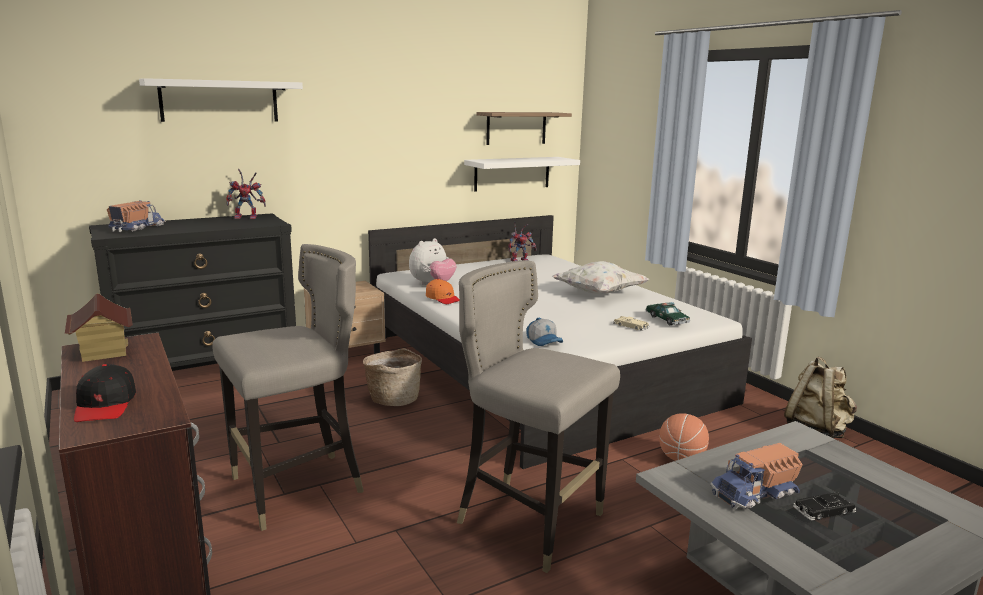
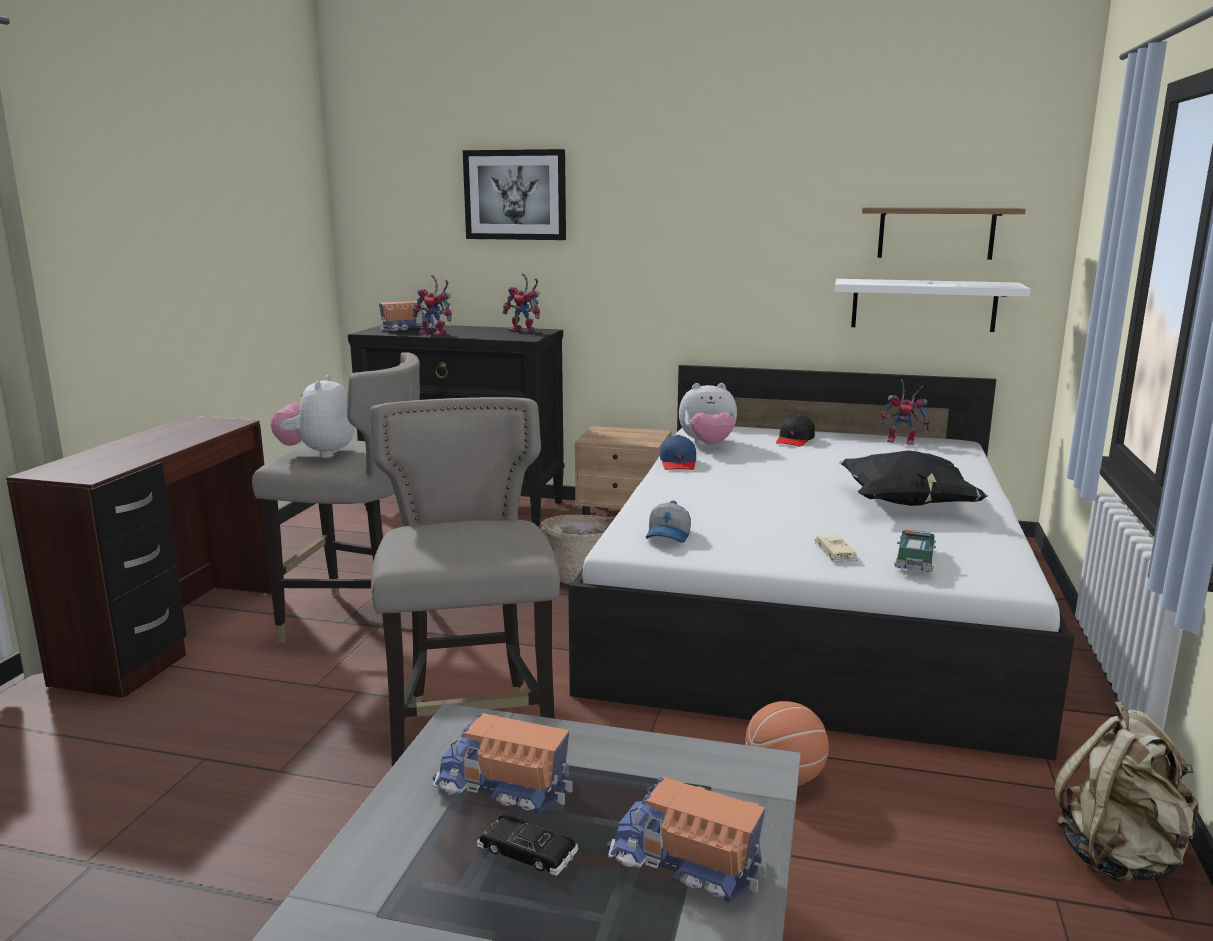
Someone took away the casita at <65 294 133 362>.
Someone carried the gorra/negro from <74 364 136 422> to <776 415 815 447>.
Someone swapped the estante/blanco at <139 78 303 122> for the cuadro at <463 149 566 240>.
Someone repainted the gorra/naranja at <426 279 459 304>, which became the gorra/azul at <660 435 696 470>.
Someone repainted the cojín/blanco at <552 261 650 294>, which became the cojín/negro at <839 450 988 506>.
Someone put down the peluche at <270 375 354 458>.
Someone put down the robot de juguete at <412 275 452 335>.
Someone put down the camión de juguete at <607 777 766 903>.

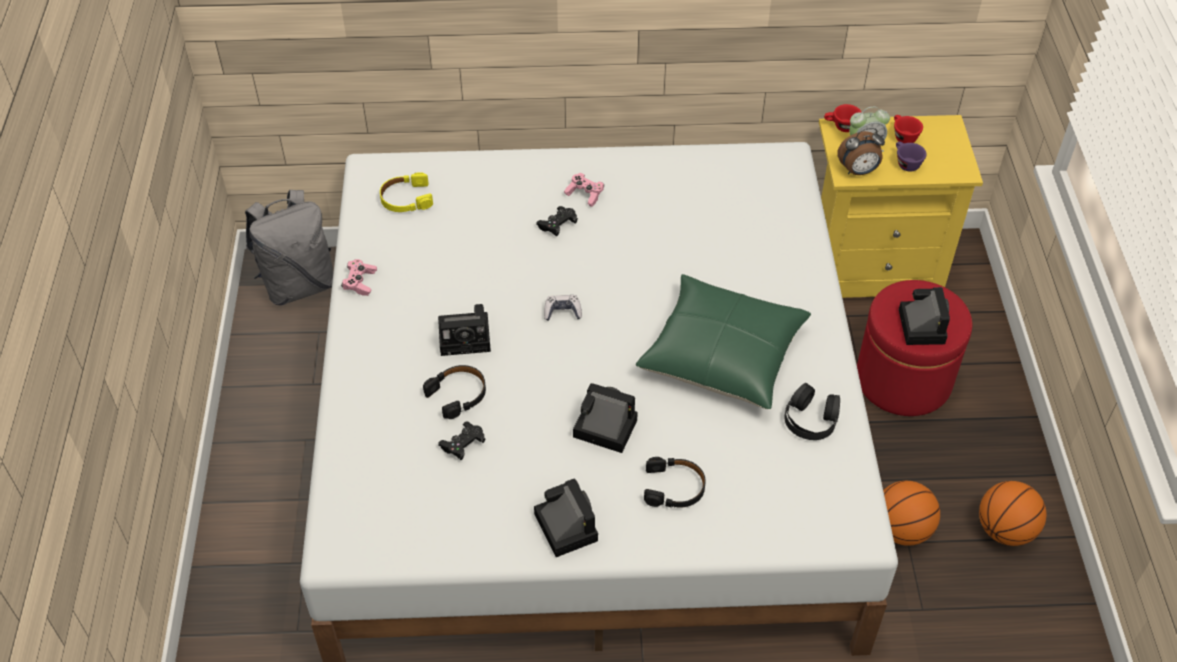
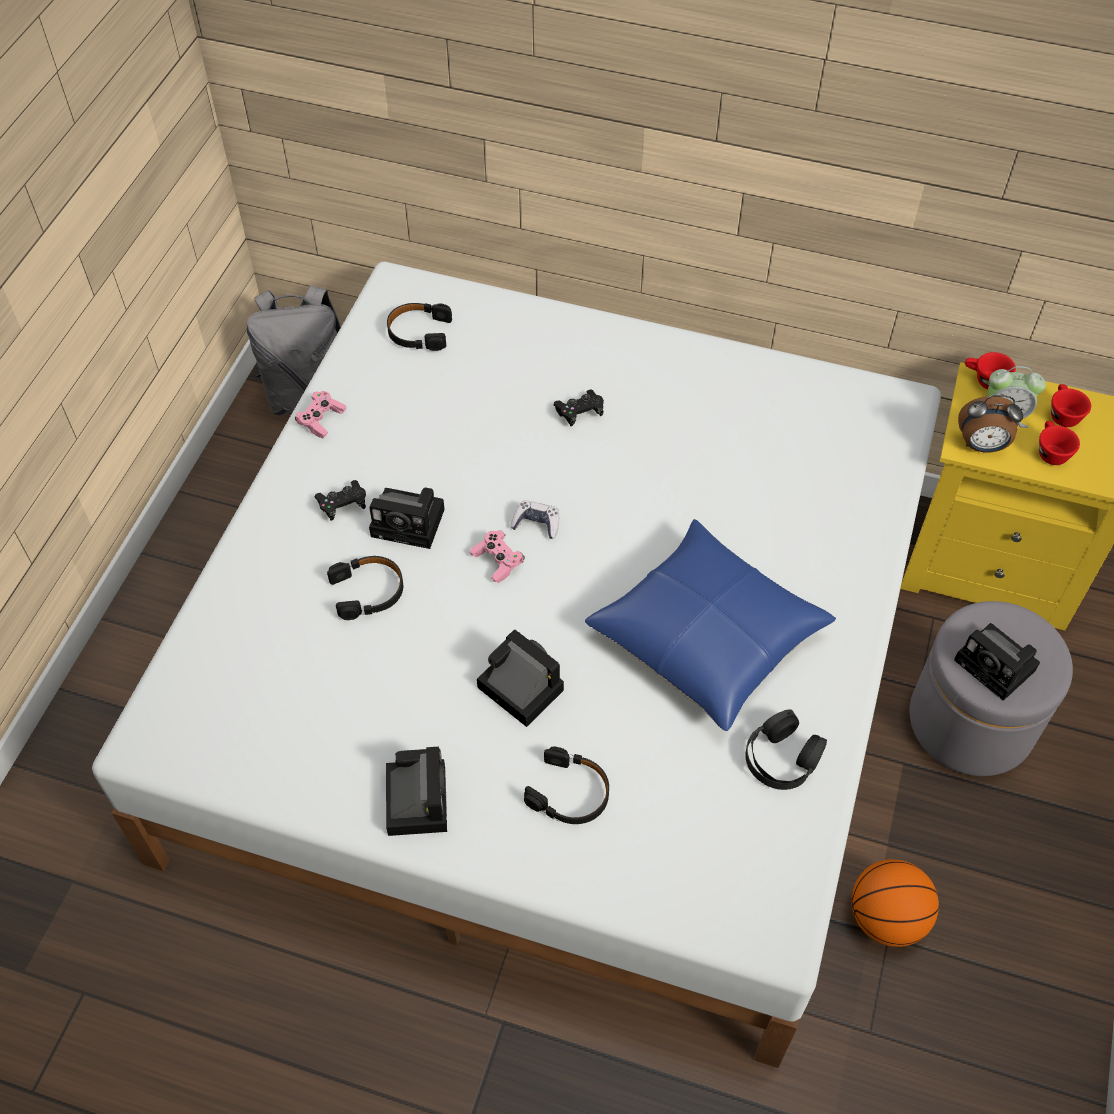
Someone repainted the auriculares/amarillo at <380 172 433 212>, which became the auriculares/negro at <387 303 452 351>.
Someone carried the mando de consola/negro from <438 421 486 460> to <315 480 366 521>.
Someone carried the mando de consola/rosa from <564 173 604 207> to <470 530 524 583>.
Someone repainted the cojín/verde at <636 274 811 409>, which became the cojín/azul at <585 519 836 731>.
Someone repainted the puf/rojo at <857 280 972 416>, which became the puf/gris at <909 601 1073 776>.
Someone repainted the taza/morado at <896 142 927 172>, which became the taza/rojo at <1039 421 1080 465>.
Someone rotated the cámara at <899 287 950 345> by 120 degrees clockwise.
Someone took away the balón de baloncesto at <979 481 1046 546>.

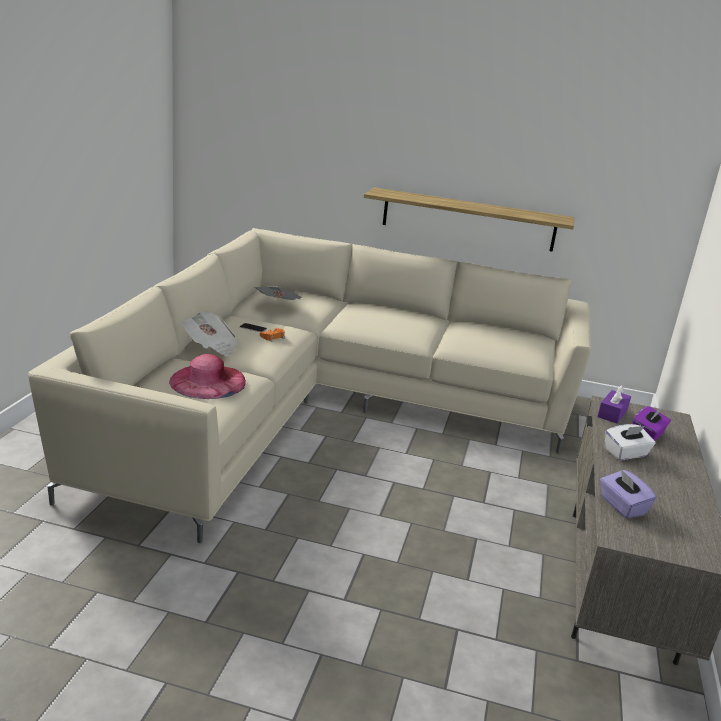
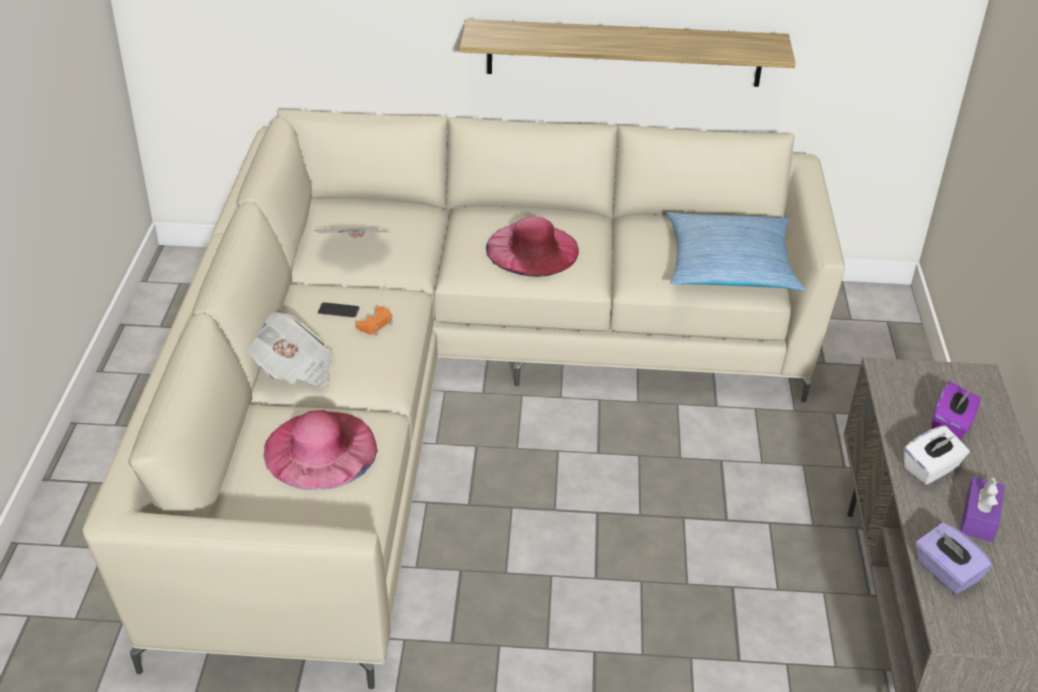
Someone carried the caja de pañuelos/morado from <597 385 631 423> to <961 476 1005 542>.
Someone put down the sombrero/rosa at <486 216 579 277>.
Someone put down the cojín at <666 212 805 290>.

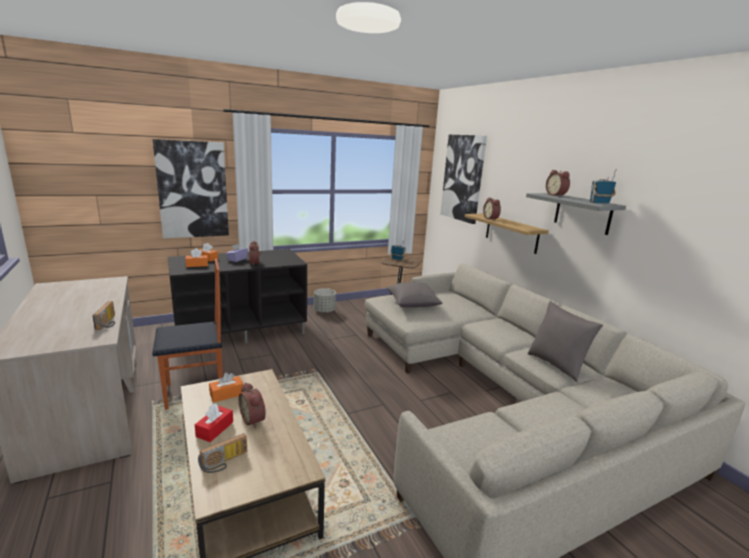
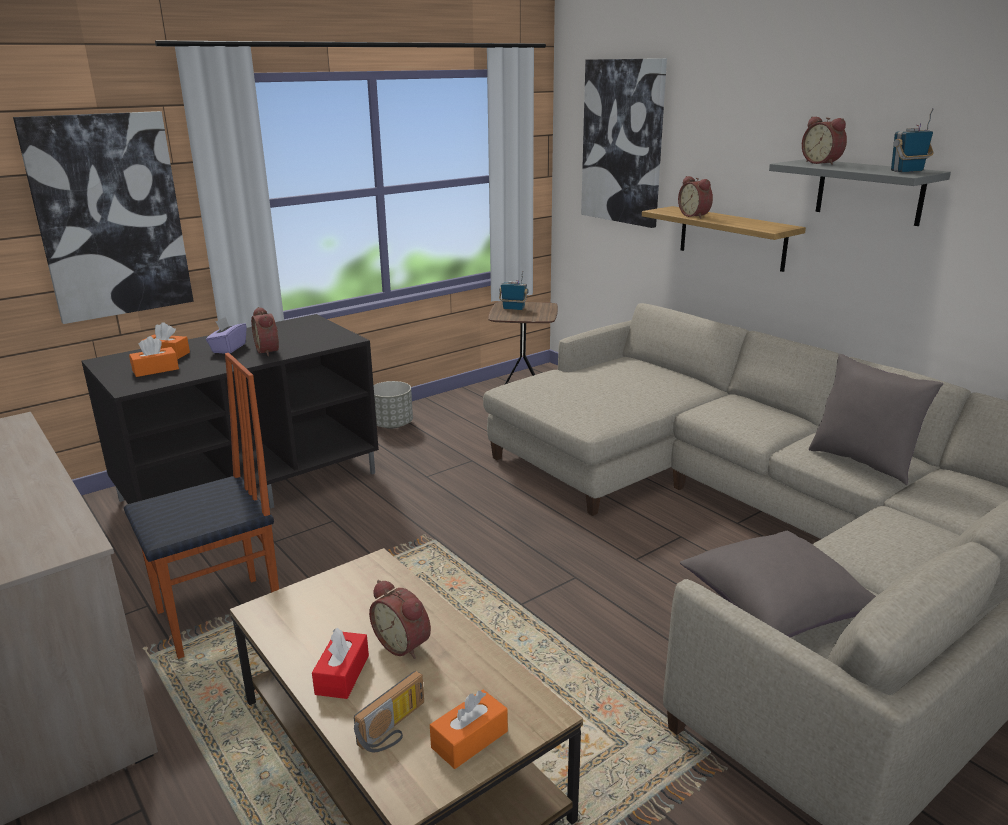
Someone took away the radio at <92 301 115 330>.
Someone carried the caja de pañuelos/naranja from <209 373 244 403> to <430 690 508 769>.
Someone carried the cojín/gris from <387 282 442 308> to <680 531 876 637>.

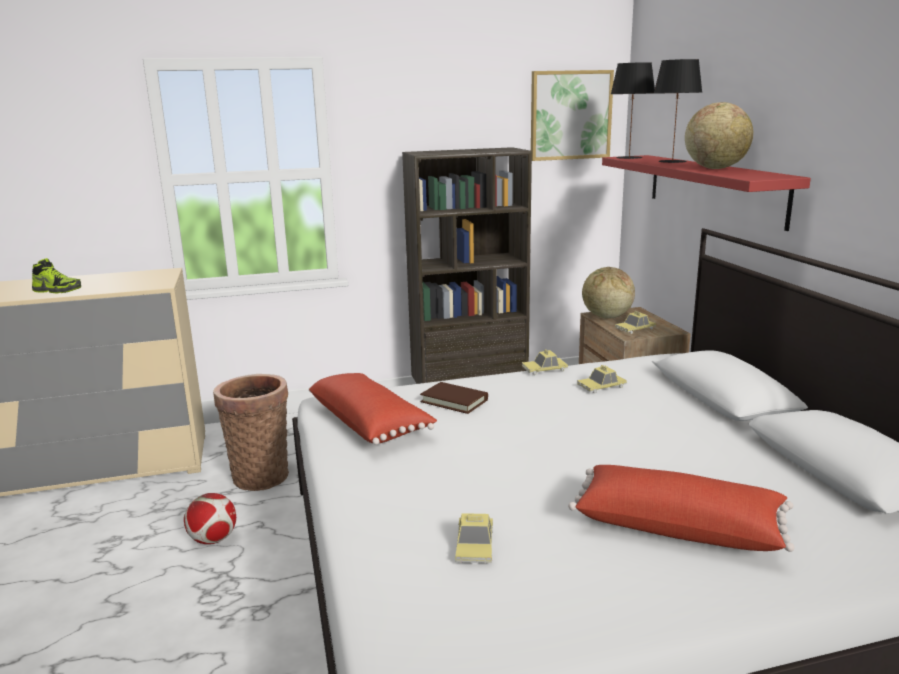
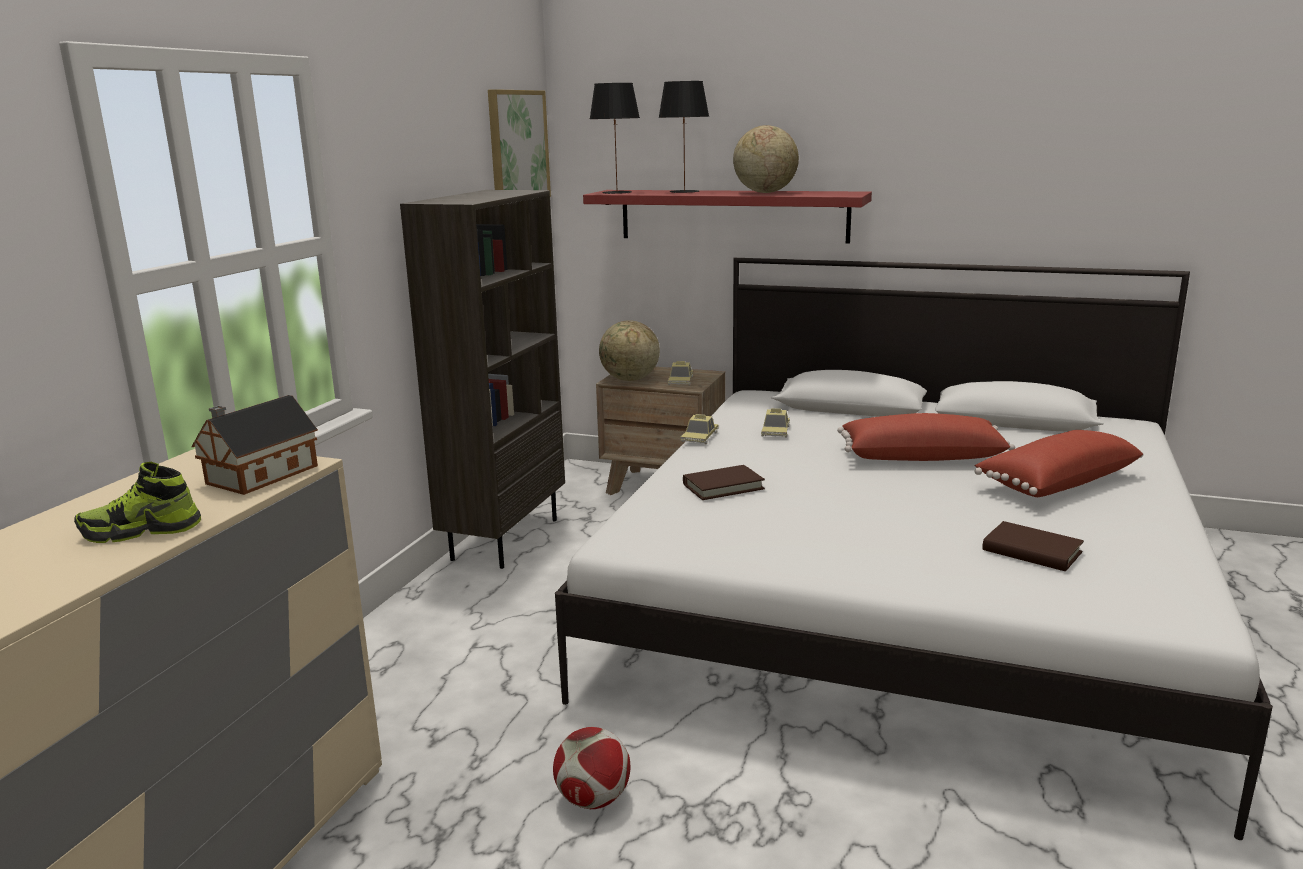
Someone rotated the zapato at <32 258 81 294> by 150 degrees counterclockwise.
Someone took away the cesta at <213 374 289 491>.
Someone carried the cojín/rojo from <309 373 437 445> to <837 413 1015 461>.
Someone swapped the coche de juguete at <455 513 493 564> for the libro/marrón at <982 521 1084 571>.
Someone put down the casita at <191 395 318 495>.

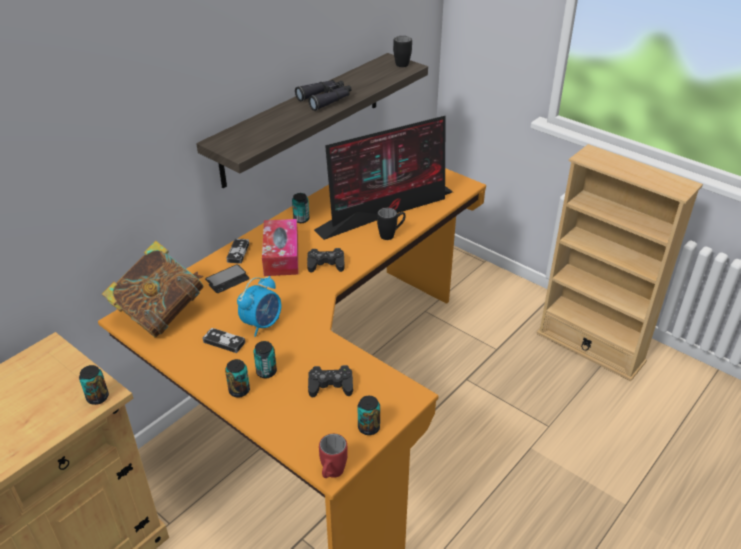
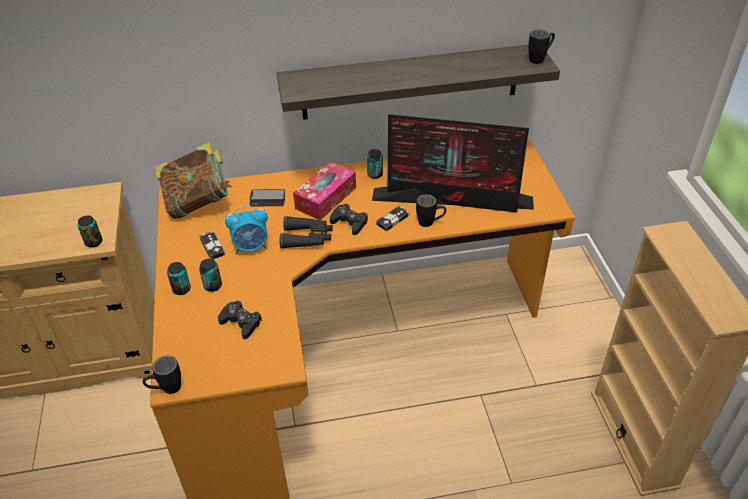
Someone carried the mando de consola from <226 238 249 264> to <376 205 409 231>.
Someone carried the prismáticos/negro from <295 80 351 111> to <279 216 333 249>.
Someone repainted the taza grande/rojo at <319 434 348 478>, which became the taza grande/negro at <143 356 181 394>.
Someone took away the lata at <358 396 380 435>.

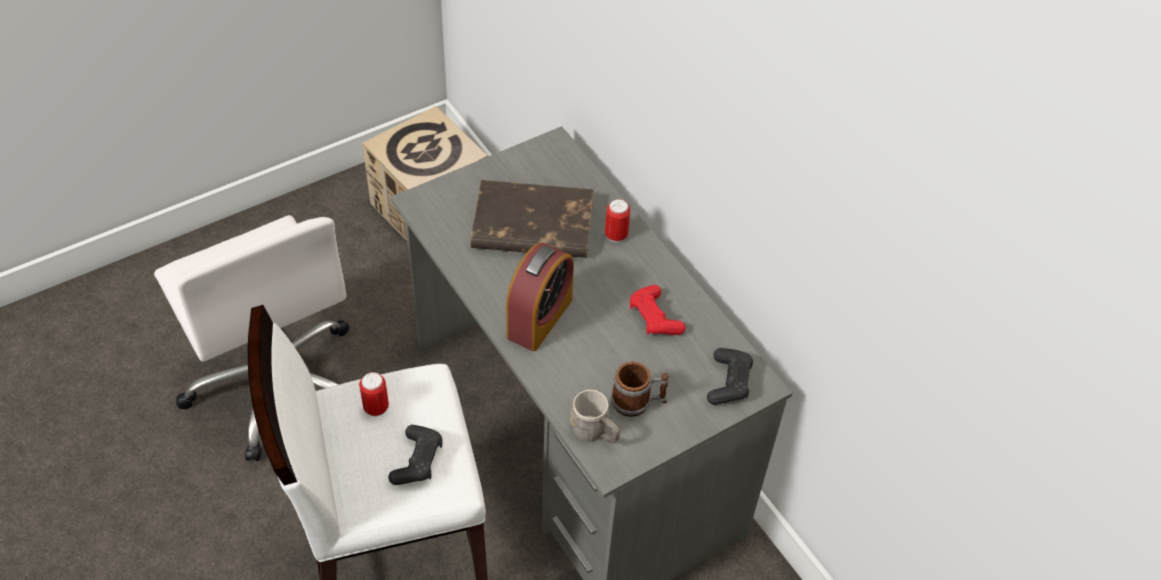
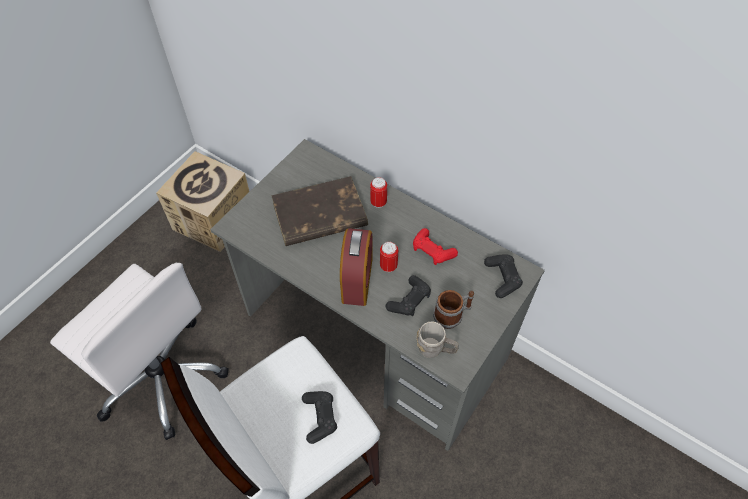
Someone carried the lata from <359 372 389 416> to <380 242 398 272>.
Someone put down the mando de consola/negro at <386 275 431 316>.

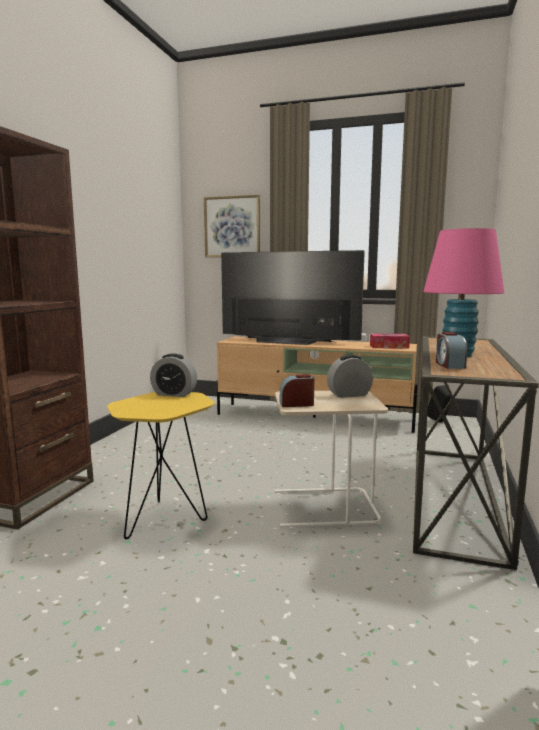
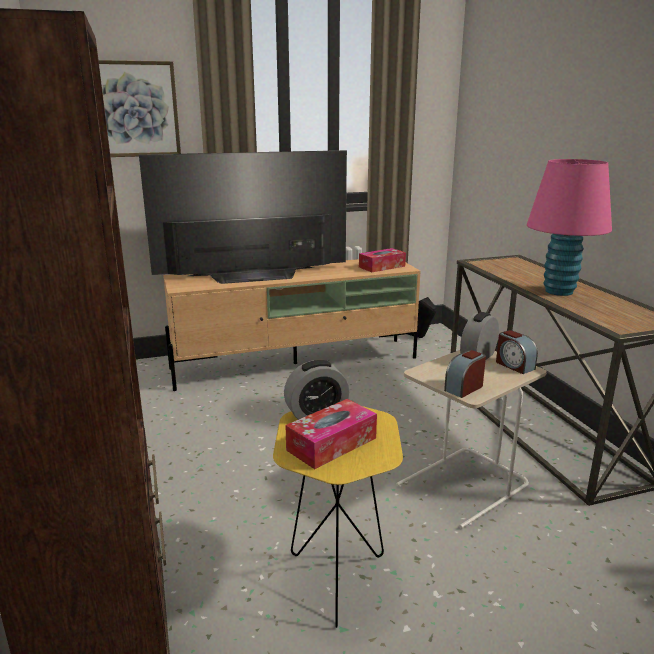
Someone carried the despertador from <436 332 467 369> to <496 330 538 374>.
Someone put down the caja de pañuelos at <285 399 377 469>.

